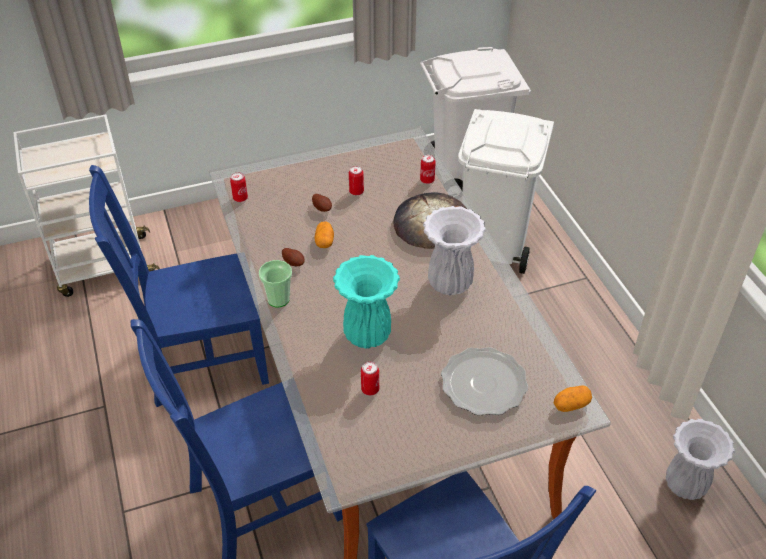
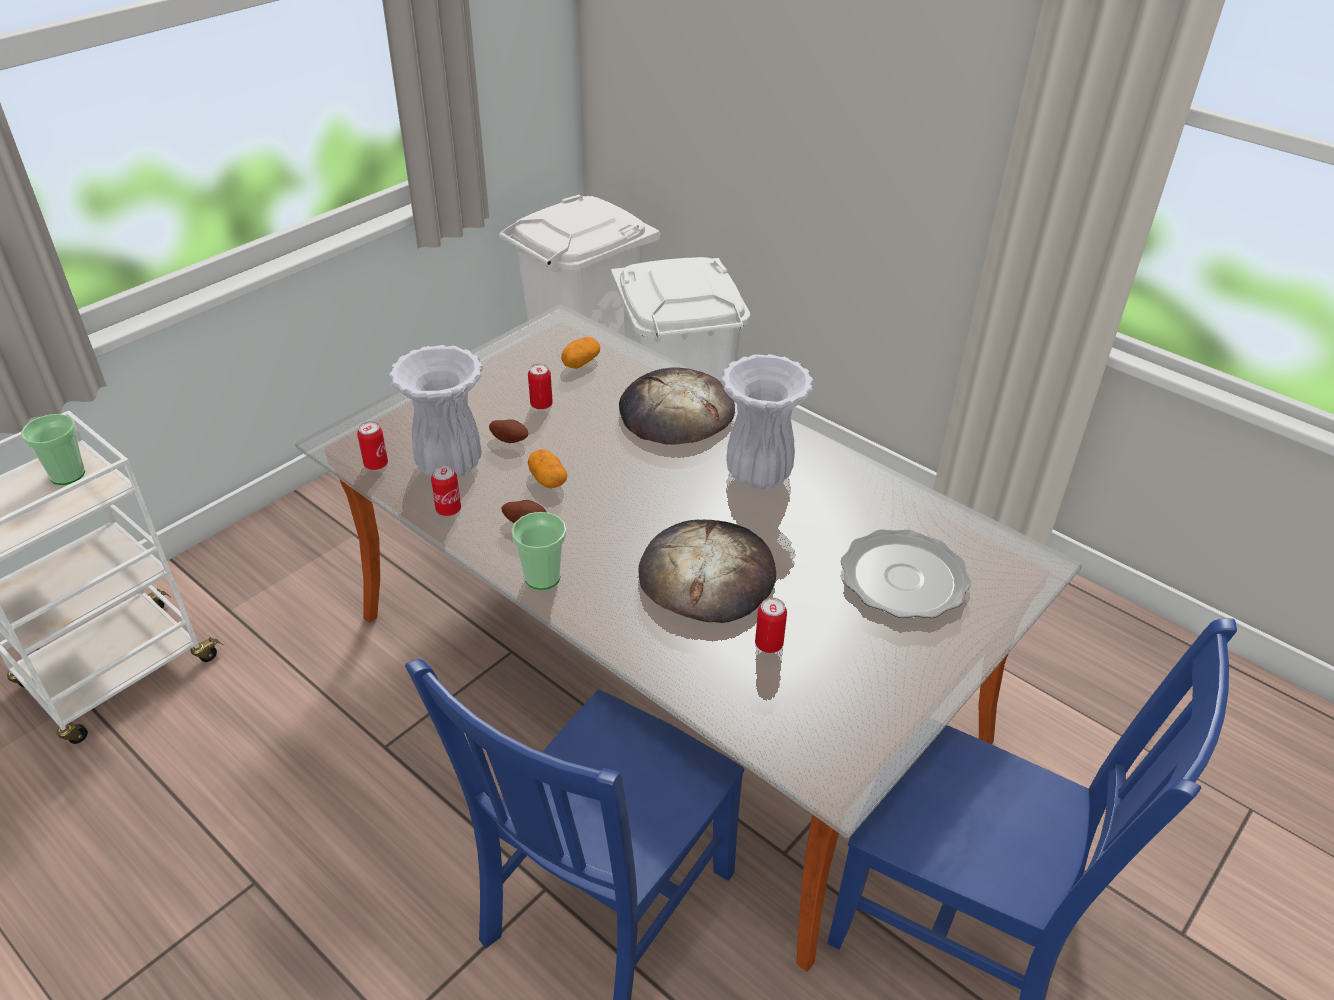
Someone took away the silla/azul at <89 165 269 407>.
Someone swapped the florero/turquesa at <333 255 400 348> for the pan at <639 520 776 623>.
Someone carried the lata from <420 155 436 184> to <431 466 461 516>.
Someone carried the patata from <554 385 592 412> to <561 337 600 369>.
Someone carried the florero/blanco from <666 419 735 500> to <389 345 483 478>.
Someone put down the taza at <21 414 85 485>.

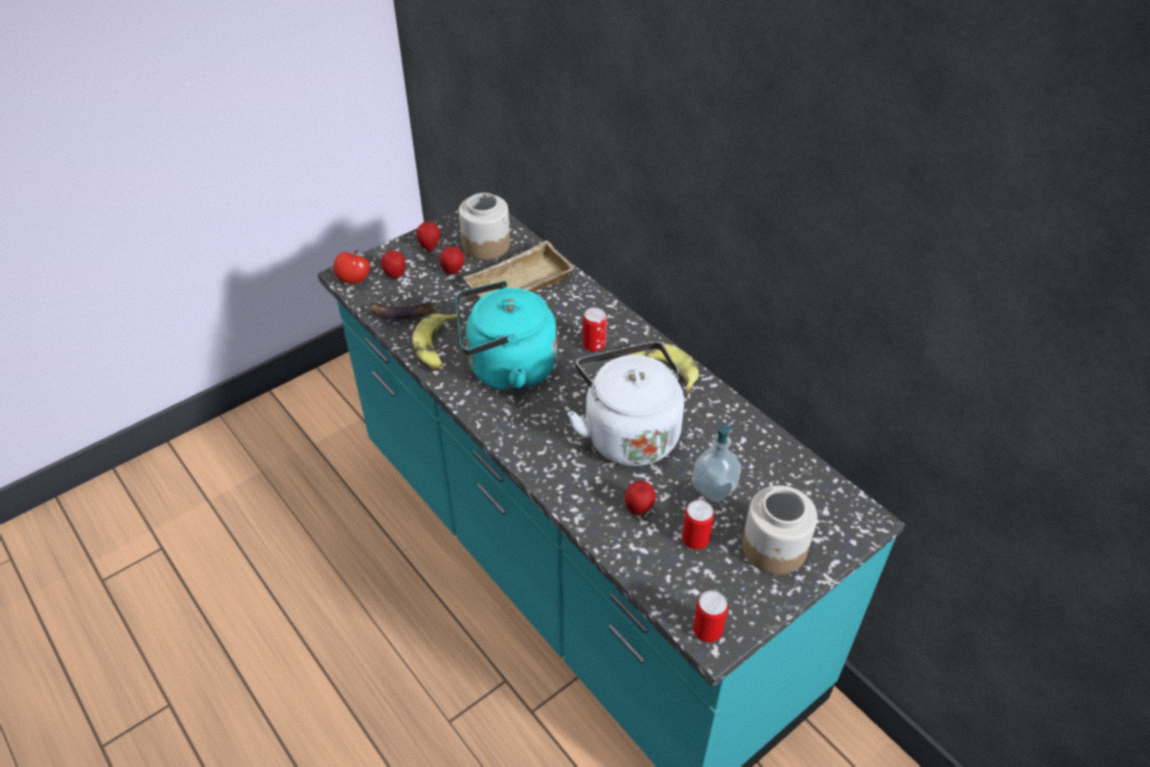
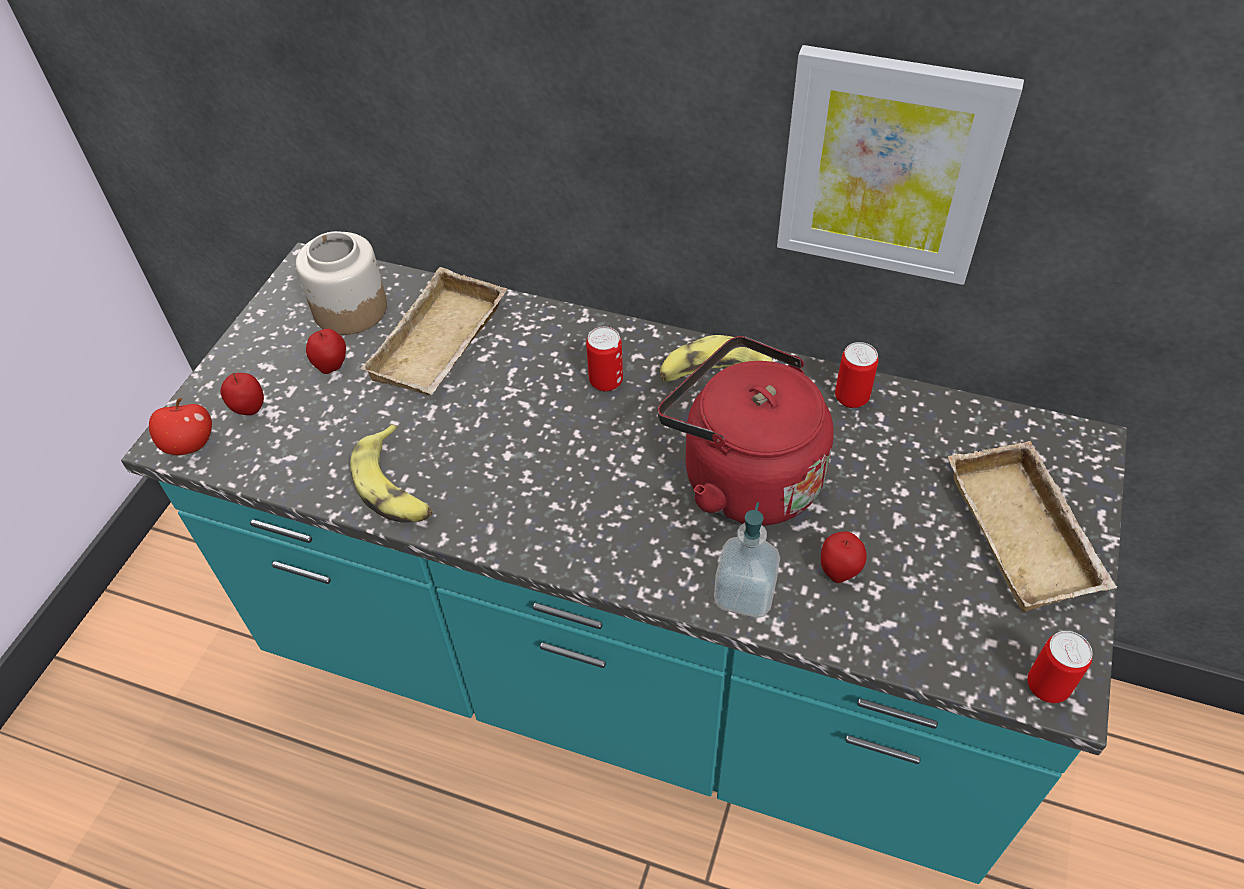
Someone took away the plátano at <370 300 435 319>.
Someone took away the manzana at <416 222 440 251>.
Someone took away the hervidor/turquesa at <456 281 557 391>.
Someone repainted the hervidor/blanco at <567 342 684 466>, which became the hervidor/rojo at <658 336 834 526>.
Someone carried the lata from <682 500 714 550> to <835 342 879 408>.
Someone carried the dispensador de jabón from <692 424 742 502> to <714 502 780 618>.
Someone swapped the tarro at <742 485 817 575> for the bandeja/beis at <948 441 1117 612>.
Someone put up the cuadro at <777 45 1024 285>.

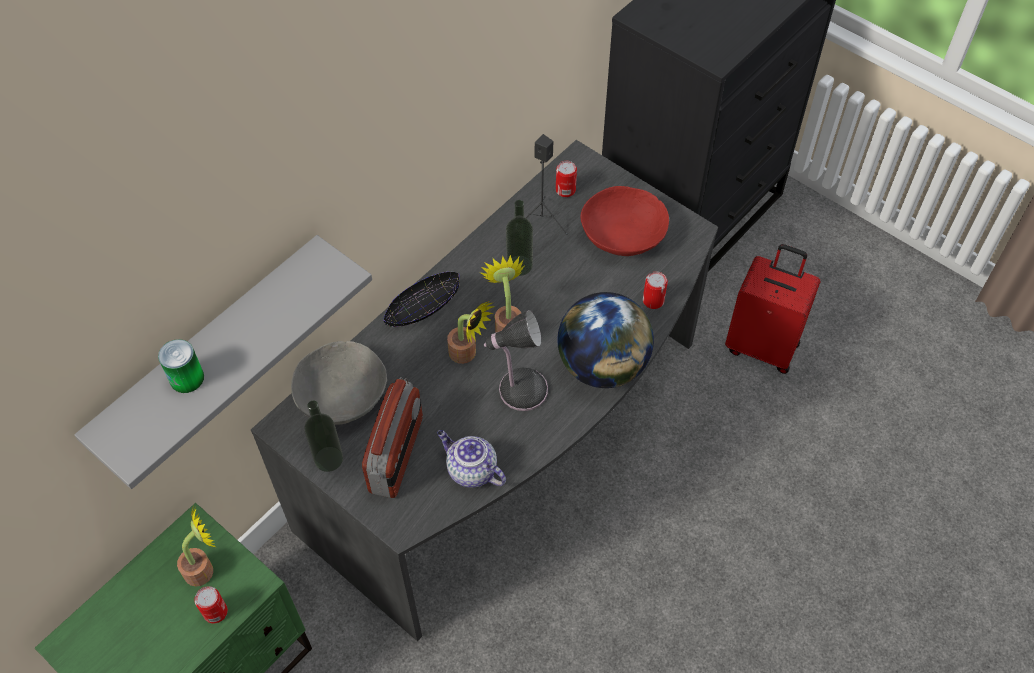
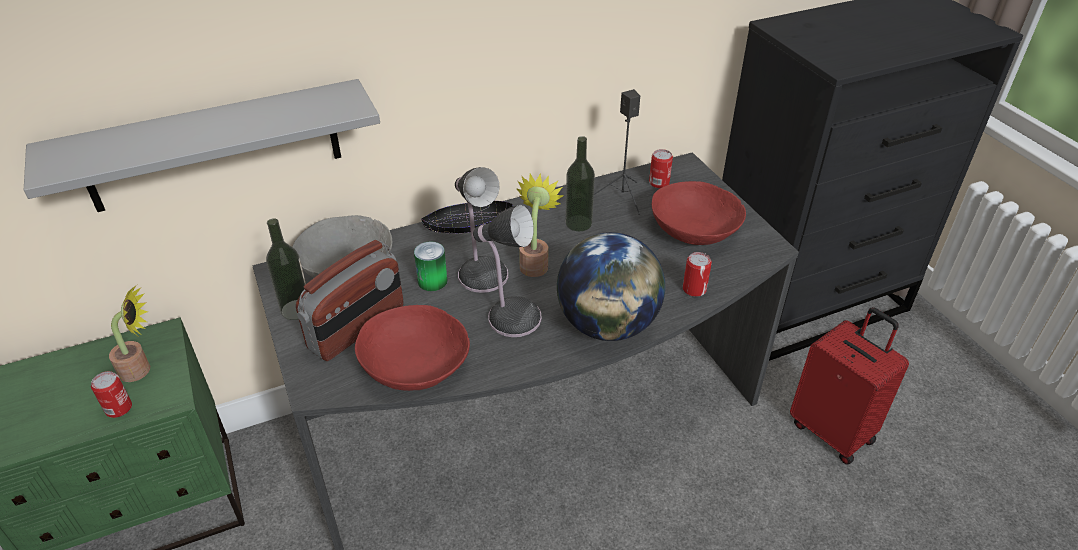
Someone carried the lata from <158 339 204 393> to <414 241 448 291>.
Someone swapped the tetera at <437 430 506 488> for the cuenco/rojo at <355 305 470 391>.
Someone swapped the planta en maceta at <447 301 495 364> for the lámpara de mesa at <455 167 508 293>.

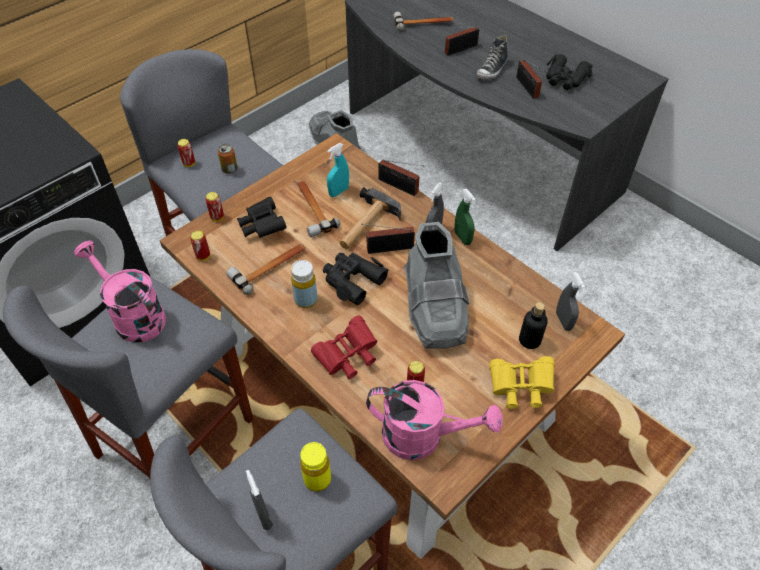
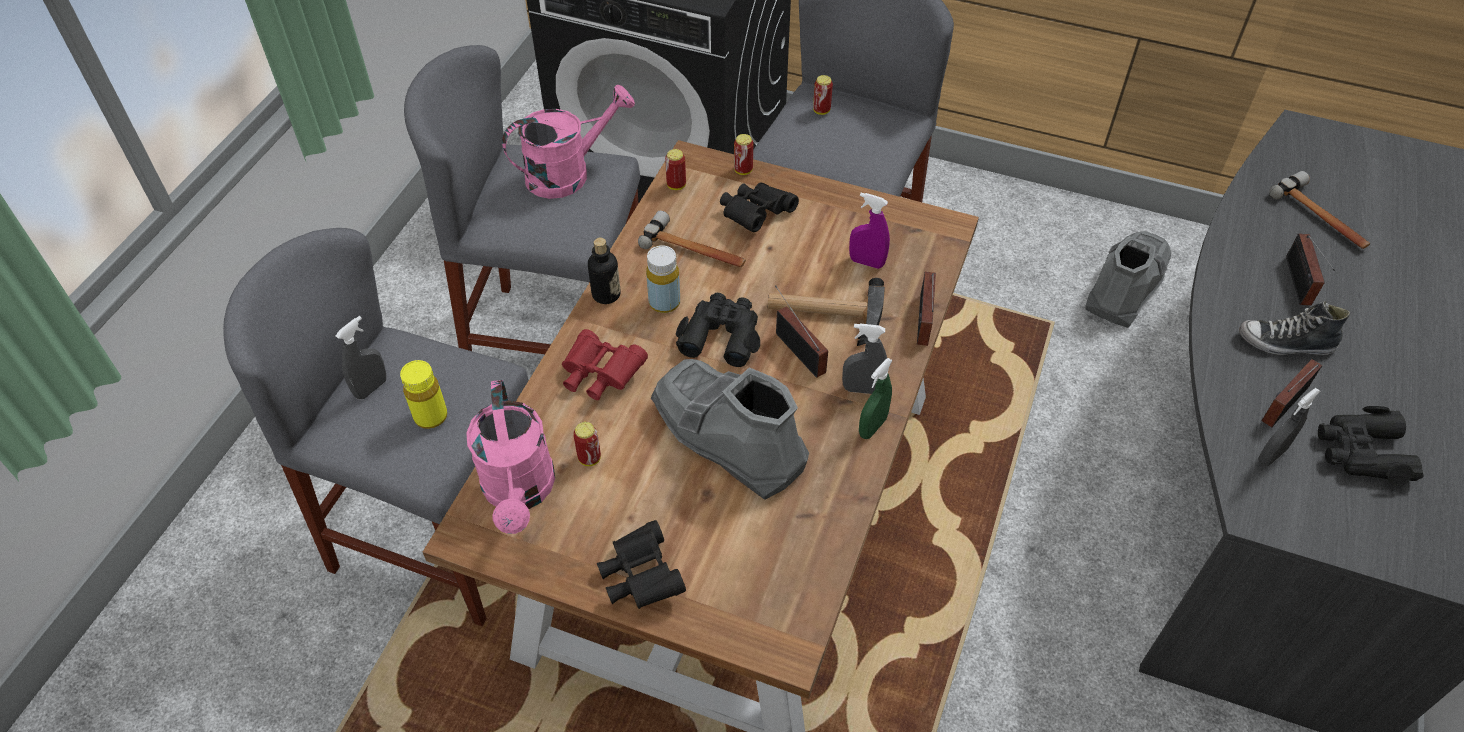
Someone rotated the regadera/rosa at <74 241 166 342> by 45 degrees clockwise.
Someone took away the lata at <218 144 237 174>.
Someone took away the martillo at <297 180 340 237>.
Someone repainted the pulverizador/turquesa at <327 143 349 197>, which became the pulverizador/morado at <849 193 890 269>.
Someone rotated the bota/gris at <404 222 470 348> by 75 degrees clockwise.
Someone rotated the radio at <445 27 479 56> by 120 degrees counterclockwise.
Someone repainted the prismáticos/amarillo at <490 356 555 409>, which became the prismáticos/negro at <597 520 686 609>.
Someone carried the botella from <519 302 548 349> to <588 238 620 304>.
Someone carried the pulverizador/gris from <556 272 585 331> to <1258 388 1320 466>.

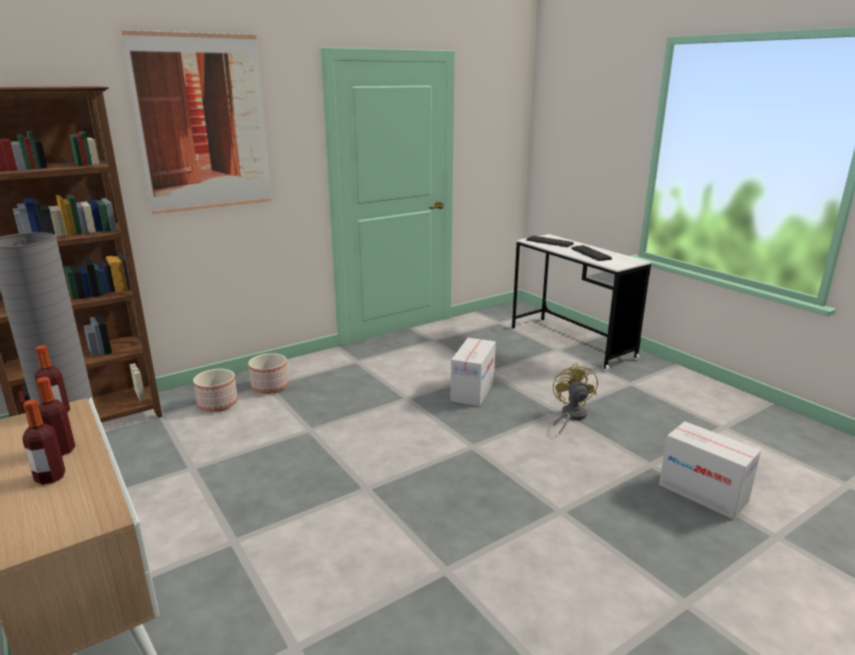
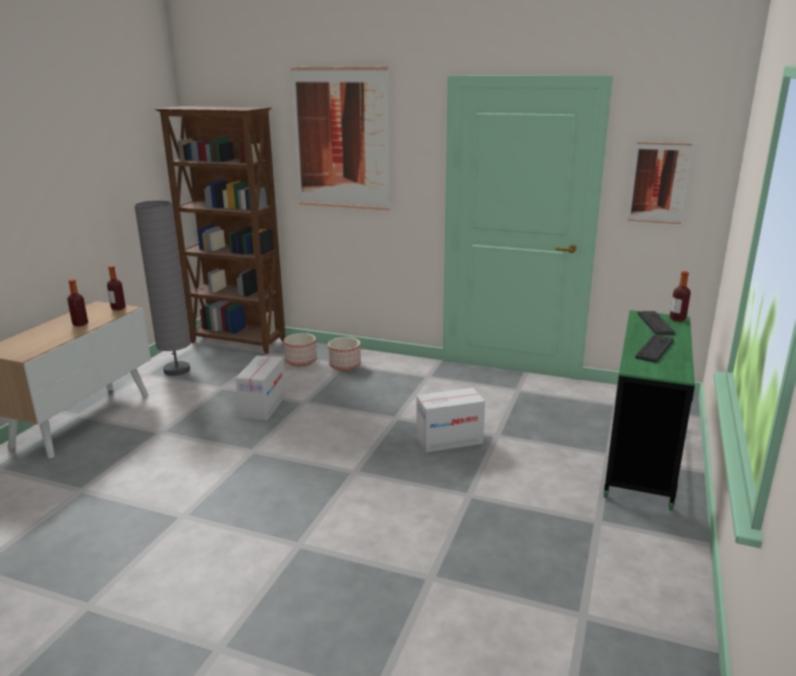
Someone carried the botella from <22 399 66 485> to <669 271 691 322>.
Someone repainted the escritorio/blanco at <512 234 651 371>, which became the escritorio/verde at <604 310 695 511>.
Someone took away the ventilador/amarillo at <553 363 598 435>.
Someone carried the caja de cartón from <659 421 761 519> to <236 356 286 420>.
Someone put up the cuadro at <628 142 693 224>.

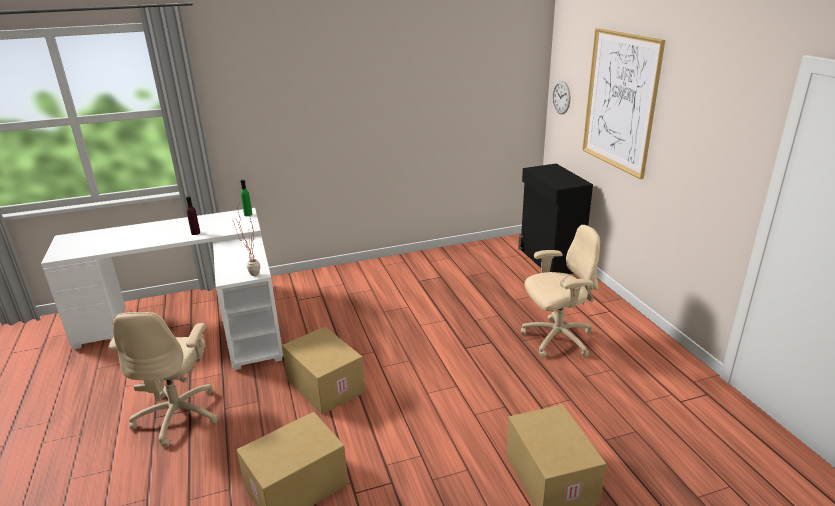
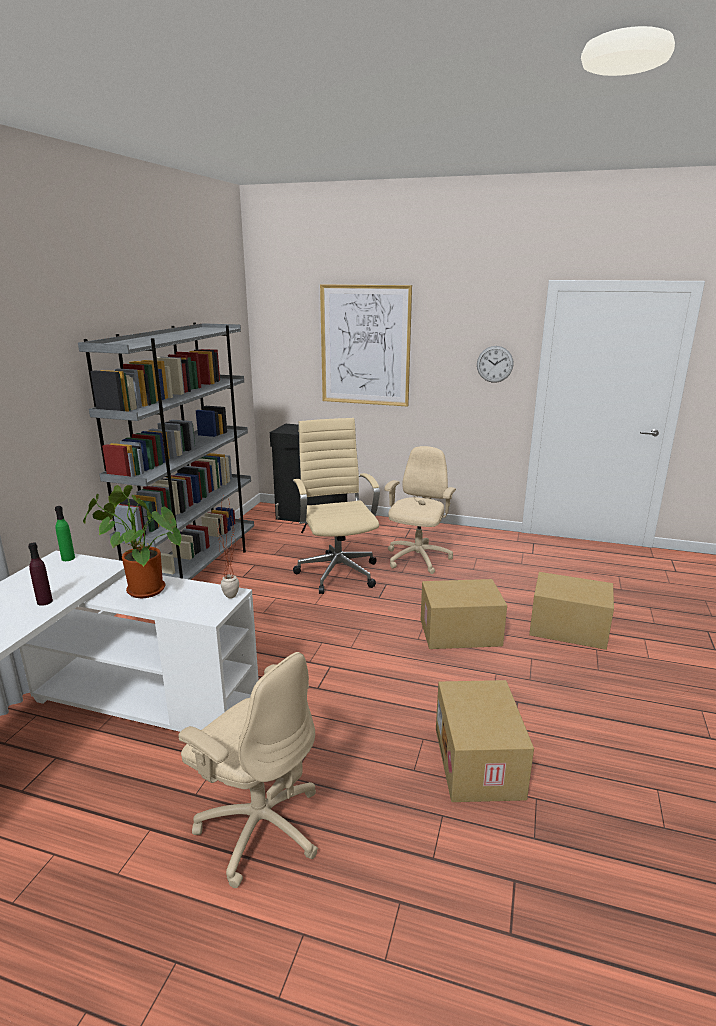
Someone carried the caja de cartón from <282 327 365 415> to <421 579 507 649>.
Someone carried the reloj de pared from <553 81 570 114> to <477 346 514 383>.
Someone put down the estantería/gris at <78 322 254 580>.
Someone put down the planta en maceta at <83 485 181 598>.
Someone put down the silla de oficina/beis at <293 418 380 594>.

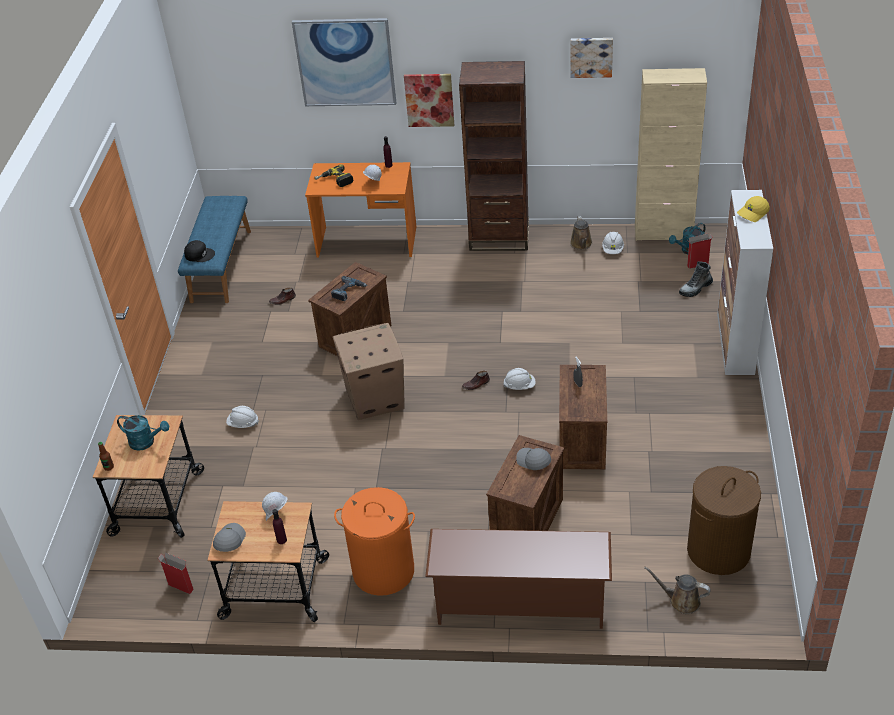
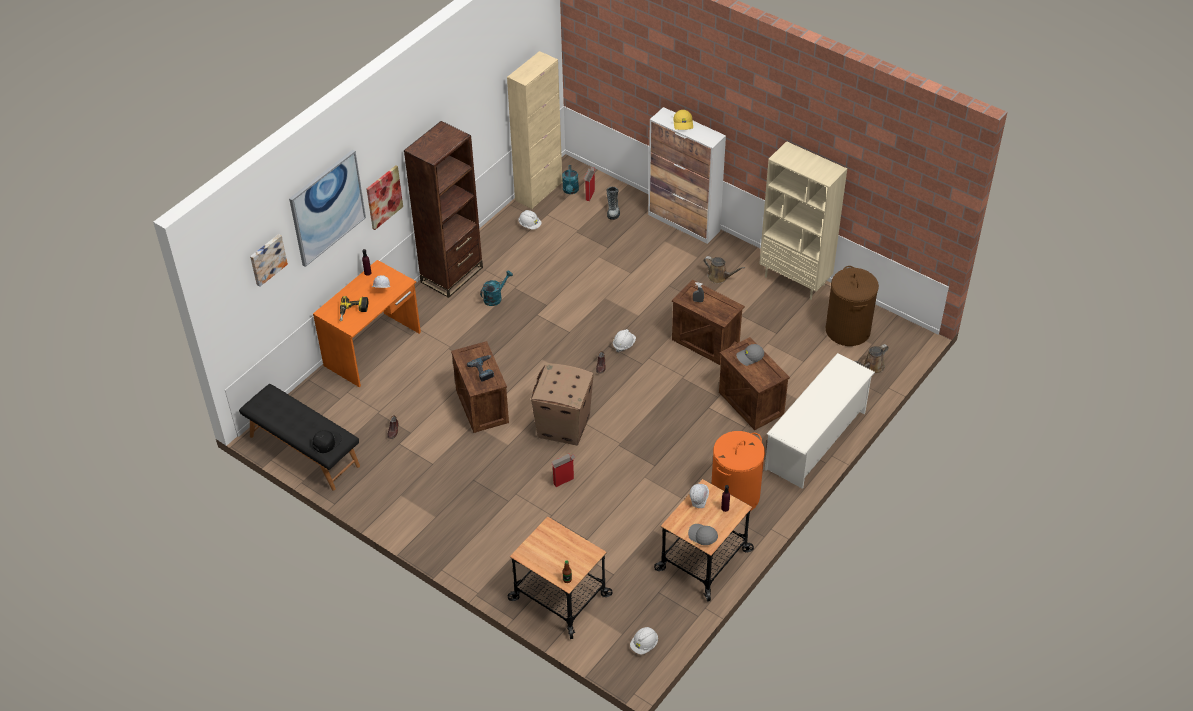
Someone carried the regadera/turquesa from <117 415 169 451> to <480 270 513 306>.
Someone carried the caja de cartón from <158 552 194 594> to <552 453 575 487>.
Someone repainted the banco/azul at <178 196 251 303>, which became the banco/negro at <239 384 360 491>.
Someone carried the casco/blanco from <226 406 259 428> to <630 627 658 655>.
Someone repainted the zapatero/marrón at <425 529 612 629>, which became the zapatero/blanco at <765 353 875 488>.
Someone carried the cuadro from <570 38 613 78> to <250 234 288 287>.
Someone carried the regadera/marrón from <570 216 593 250> to <704 256 745 284>.
Someone put down the estantería/beis at <759 141 847 300>.

